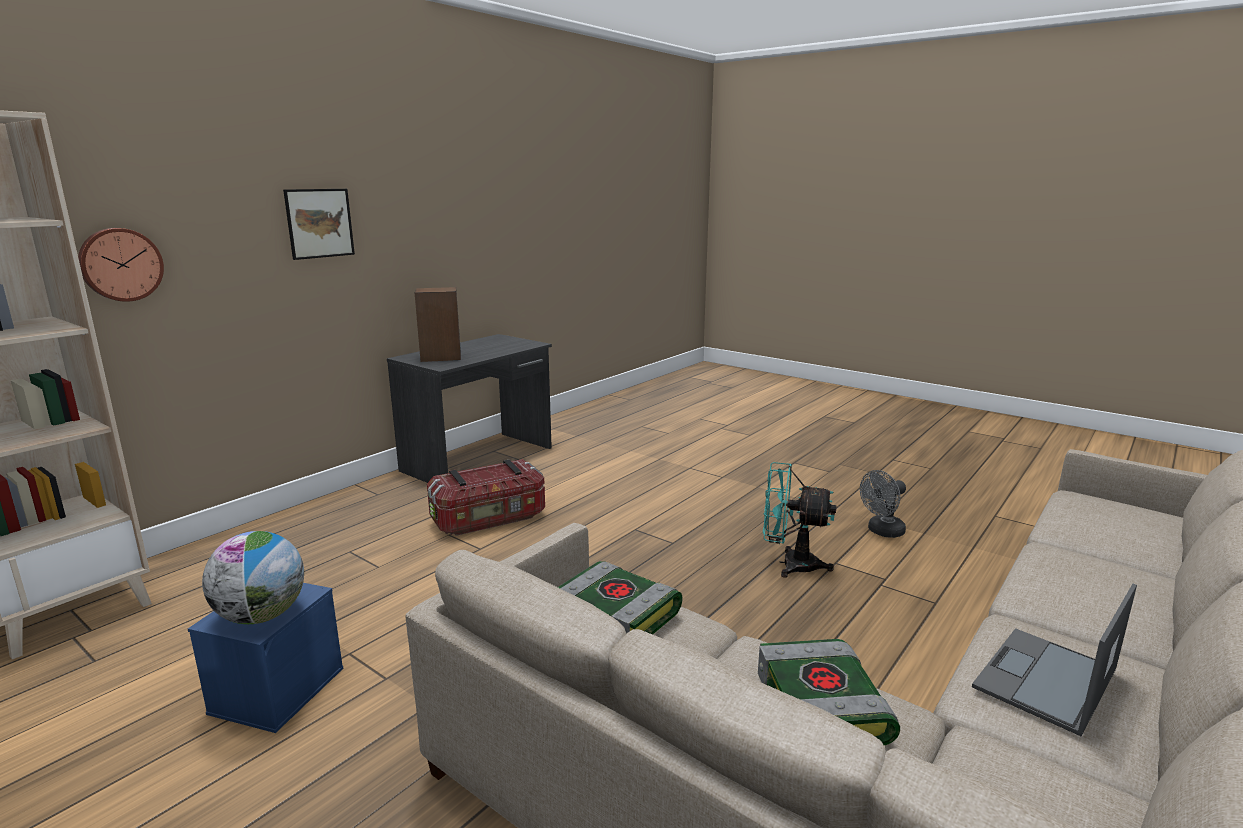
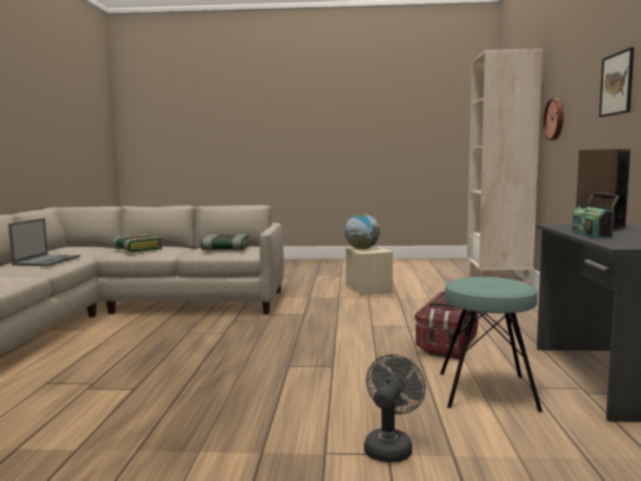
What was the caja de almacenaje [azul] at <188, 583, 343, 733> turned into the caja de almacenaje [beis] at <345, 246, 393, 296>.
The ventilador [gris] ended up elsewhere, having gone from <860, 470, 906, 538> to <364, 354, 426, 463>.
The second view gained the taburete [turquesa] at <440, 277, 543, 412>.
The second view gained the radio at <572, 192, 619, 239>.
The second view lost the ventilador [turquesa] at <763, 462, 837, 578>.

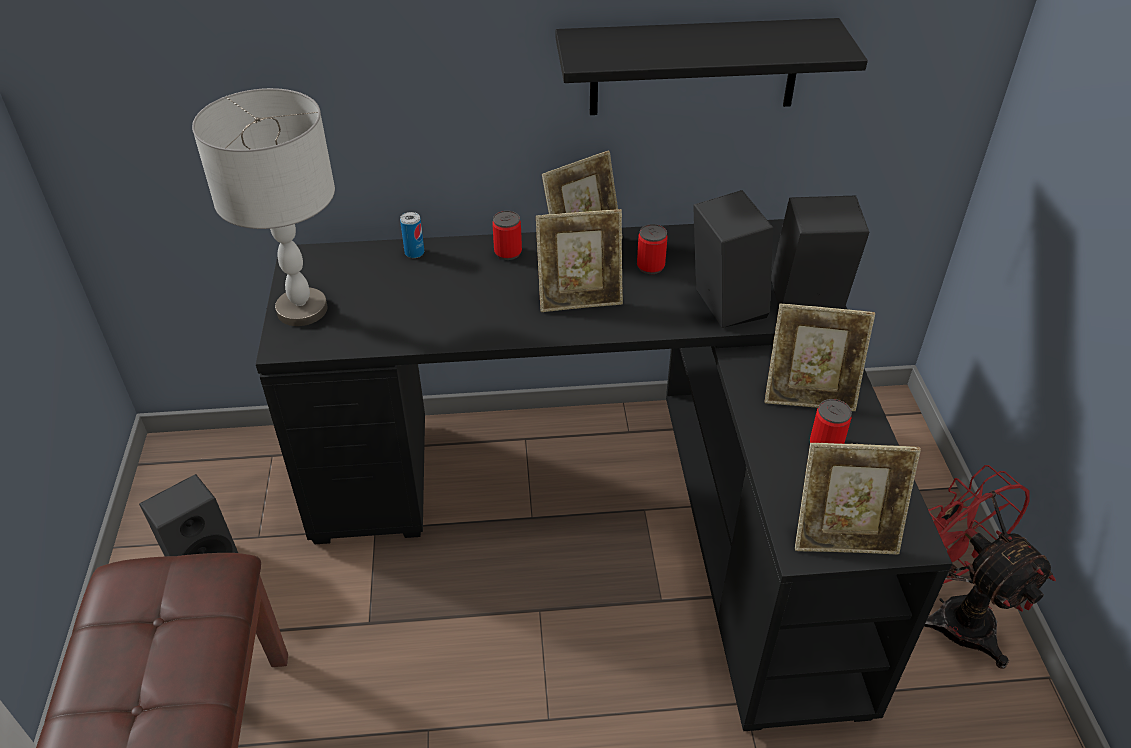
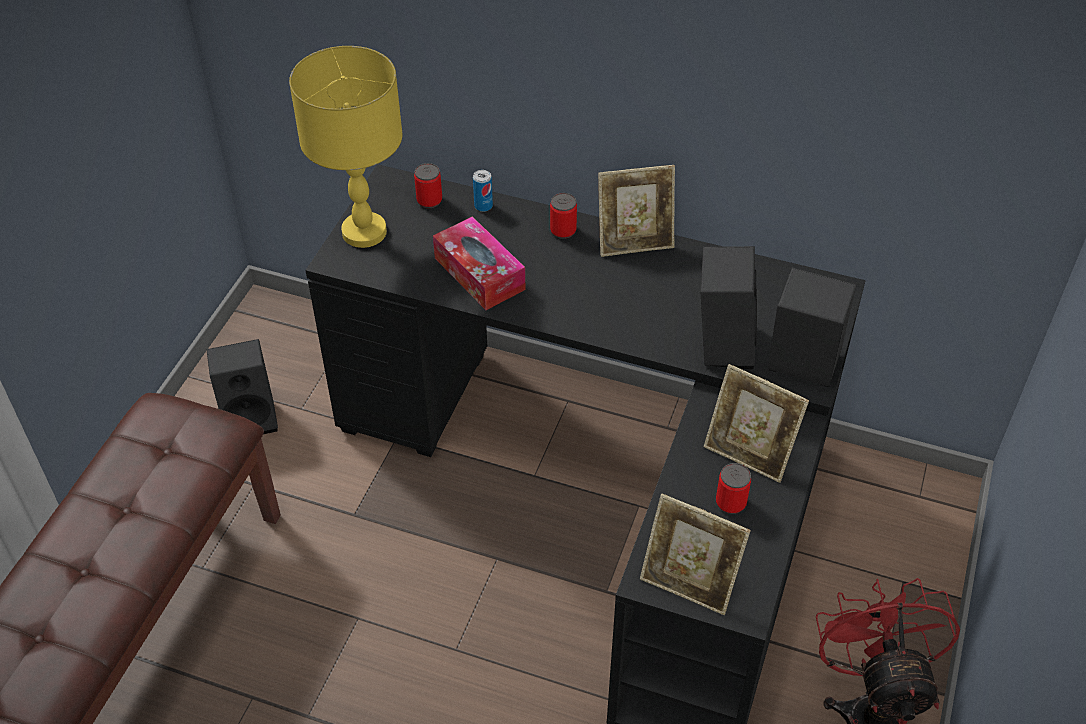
What was the lámpara de mesa [gris] at <192, 88, 335, 326> turned into the lámpara de mesa [amarillo] at <289, 46, 403, 248>.
The lata ended up elsewhere, having gone from <637, 224, 668, 274> to <414, 163, 442, 208>.
The second view gained the caja de pañuelos at <433, 216, 525, 310>.
The second view lost the portarretratos at <536, 209, 623, 312>.
The second view lost the estante [negro] at <556, 18, 868, 115>.

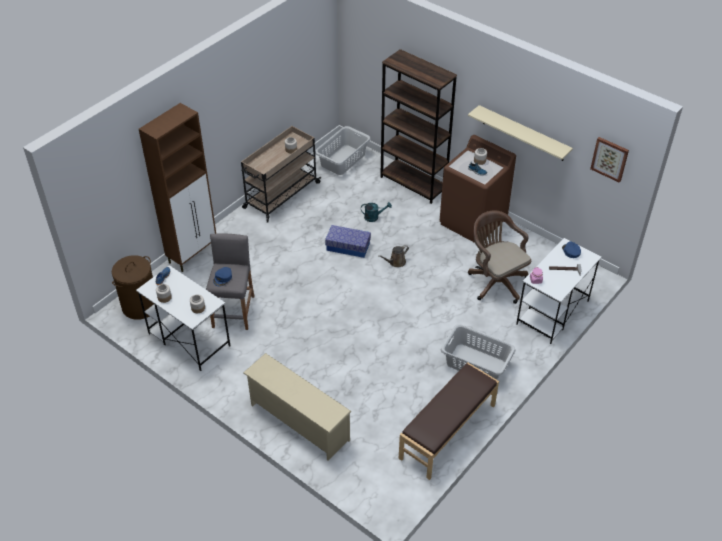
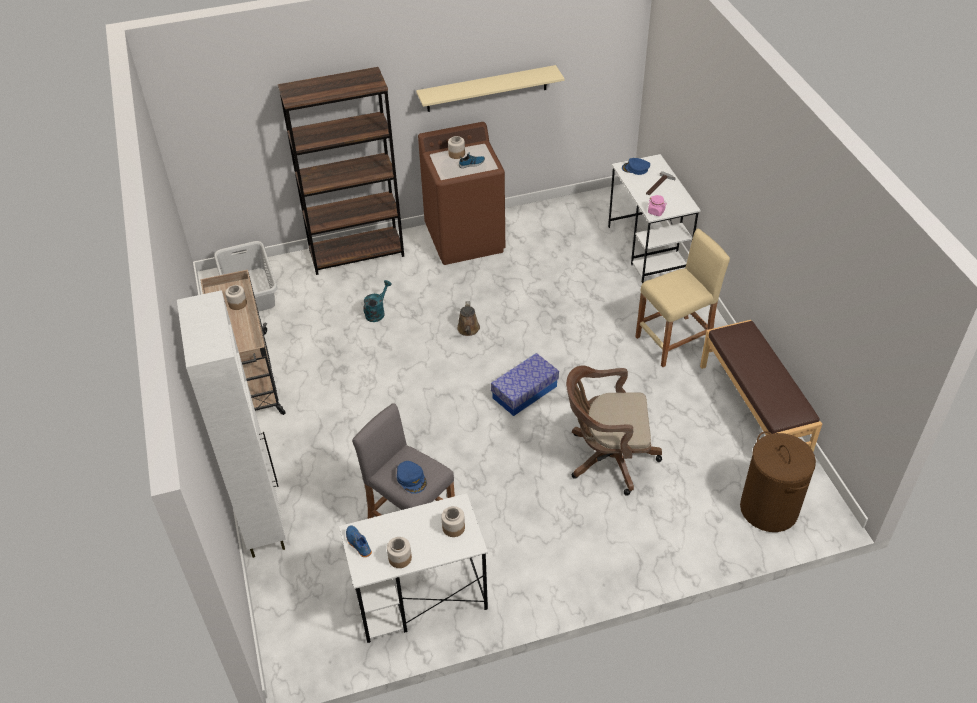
What was the armario [marrón] at <139, 103, 216, 272> turned into the armario [blanco] at <177, 290, 286, 558>.
The caja de almacenaje ended up elsewhere, having gone from <325, 225, 371, 258> to <491, 353, 559, 416>.
The silla de oficina [marrón] ended up elsewhere, having gone from <468, 210, 531, 304> to <566, 365, 662, 496>.
Where the cesto de la ropa [gris] stood at <441, 324, 515, 380>, the taburete [beis] came to stand at <635, 228, 730, 367>.
The cesto de la ropa [marrón] ended up elsewhere, having gone from <112, 255, 154, 320> to <740, 431, 816, 532>.
The second view lost the zapatero [beis] at <243, 353, 352, 461>.
The second view lost the cuadro at <590, 137, 629, 183>.

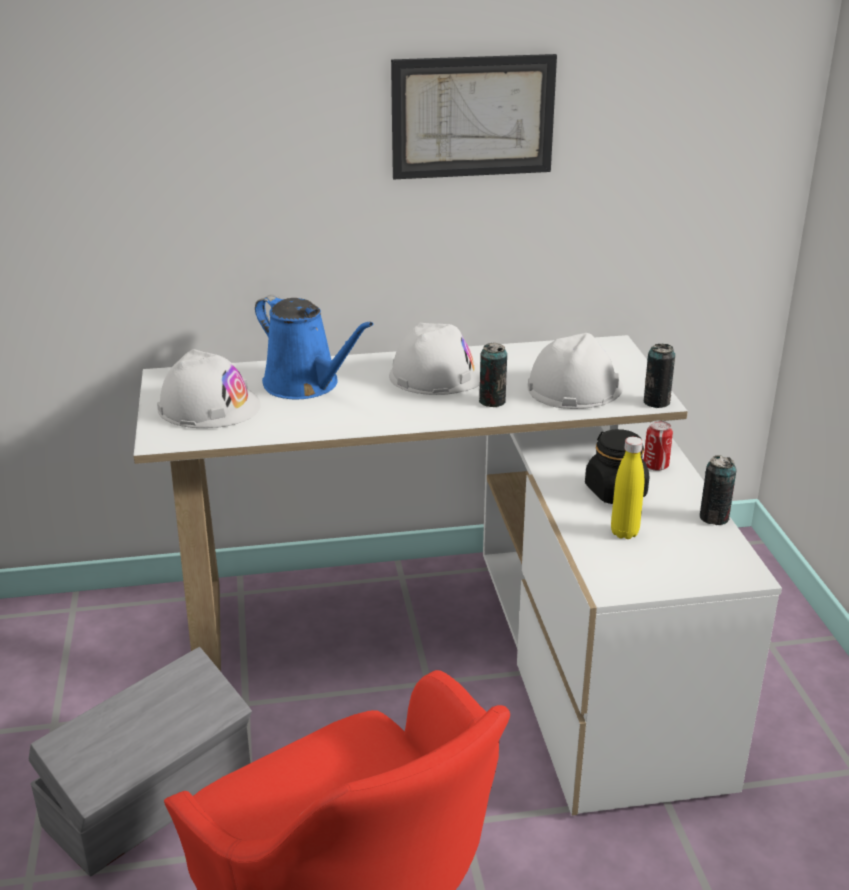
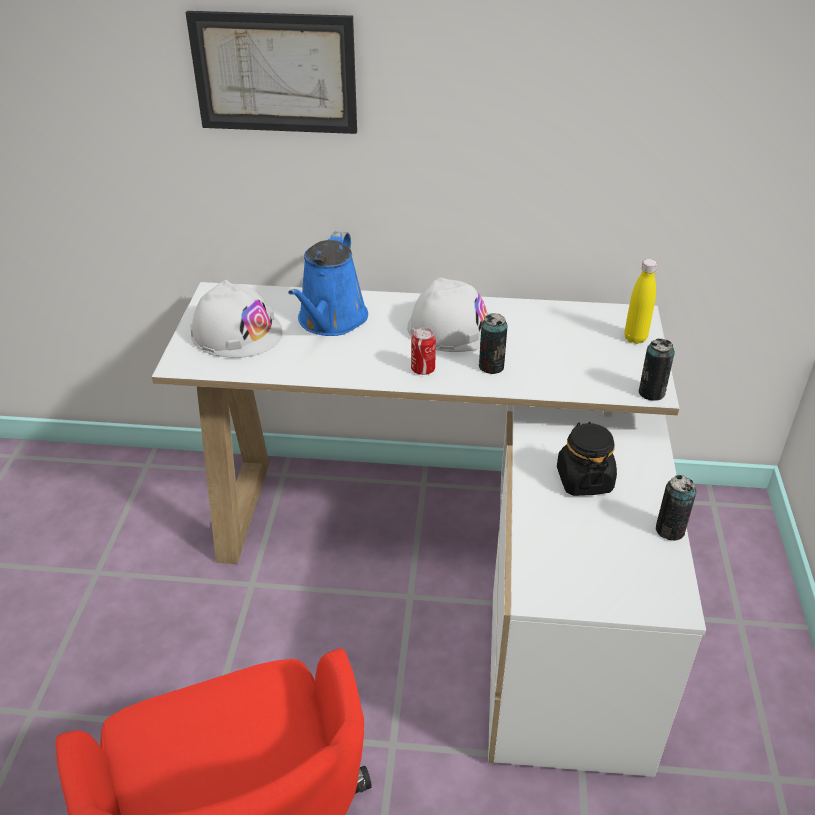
The cuadro ended up elsewhere, having gone from <391, 54, 557, 179> to <186, 11, 357, 134>.
The regadera [azul] at <255, 295, 373, 399> ended up facing another way, 45 degrees clockwise from before.
The lata ended up elsewhere, having gone from <644, 420, 673, 471> to <411, 328, 436, 375>.
The botella [amarillo] ended up elsewhere, having gone from <611, 437, 644, 539> to <624, 259, 657, 344>.
The second view lost the caja de almacenaje [gris] at <29, 647, 252, 876>.
The second view lost the casco [blanco] at <527, 333, 623, 409>.

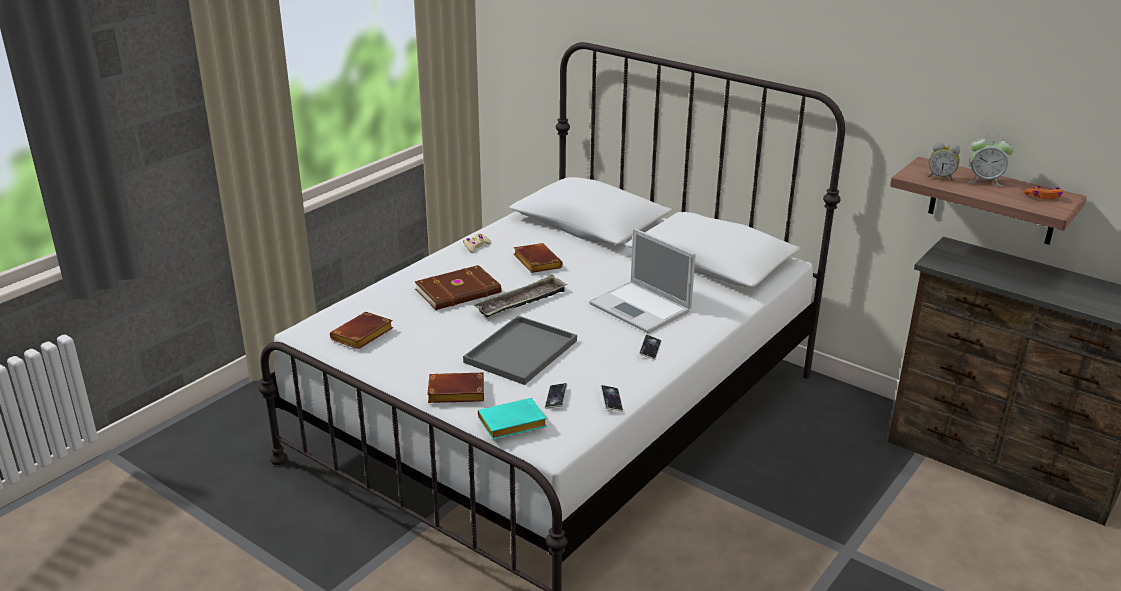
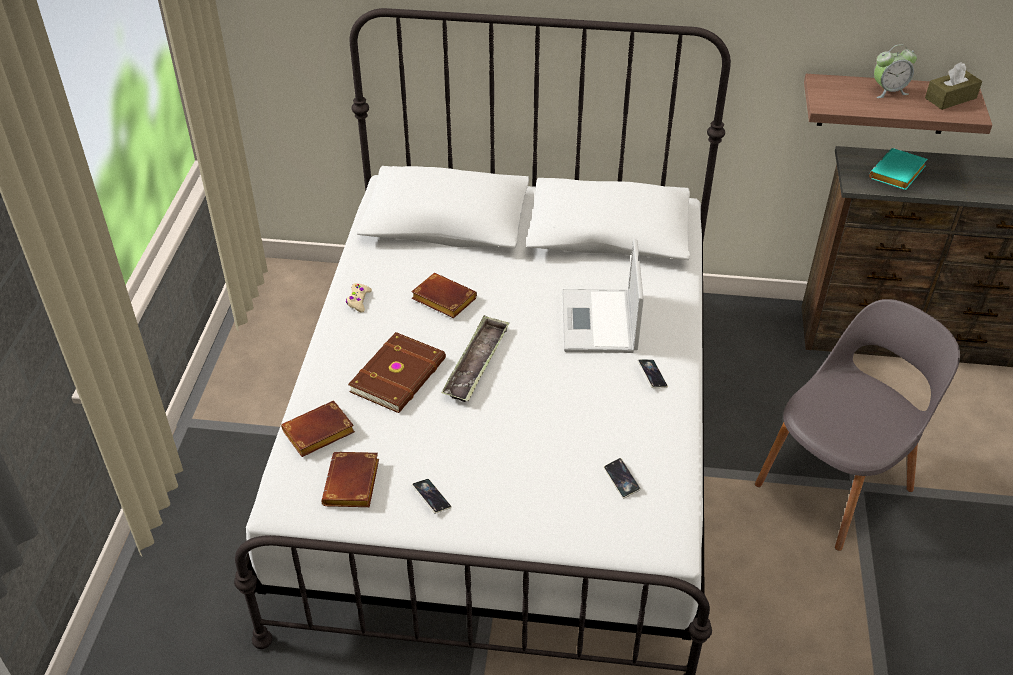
The libro [marrón] ended up elsewhere, having gone from <427, 373, 484, 403> to <281, 401, 355, 457>.
The móvil ended up elsewhere, having gone from <601, 385, 623, 411> to <412, 479, 452, 514>.
The portátil at <589, 228, 696, 334> ended up facing another way, 75 degrees clockwise from before.
The second view gained the silla [gris] at <755, 299, 960, 551>.
The libro [turquesa] ended up elsewhere, having gone from <478, 398, 547, 440> to <869, 148, 927, 190>.
Where the mando de consola [naranja] stood at <1024, 186, 1063, 200>, the caja de pañuelos [marrón] came to stand at <925, 62, 982, 110>.
The second view lost the bandeja [gris] at <463, 316, 577, 385>.
The second view lost the despertador at <928, 142, 960, 181>.

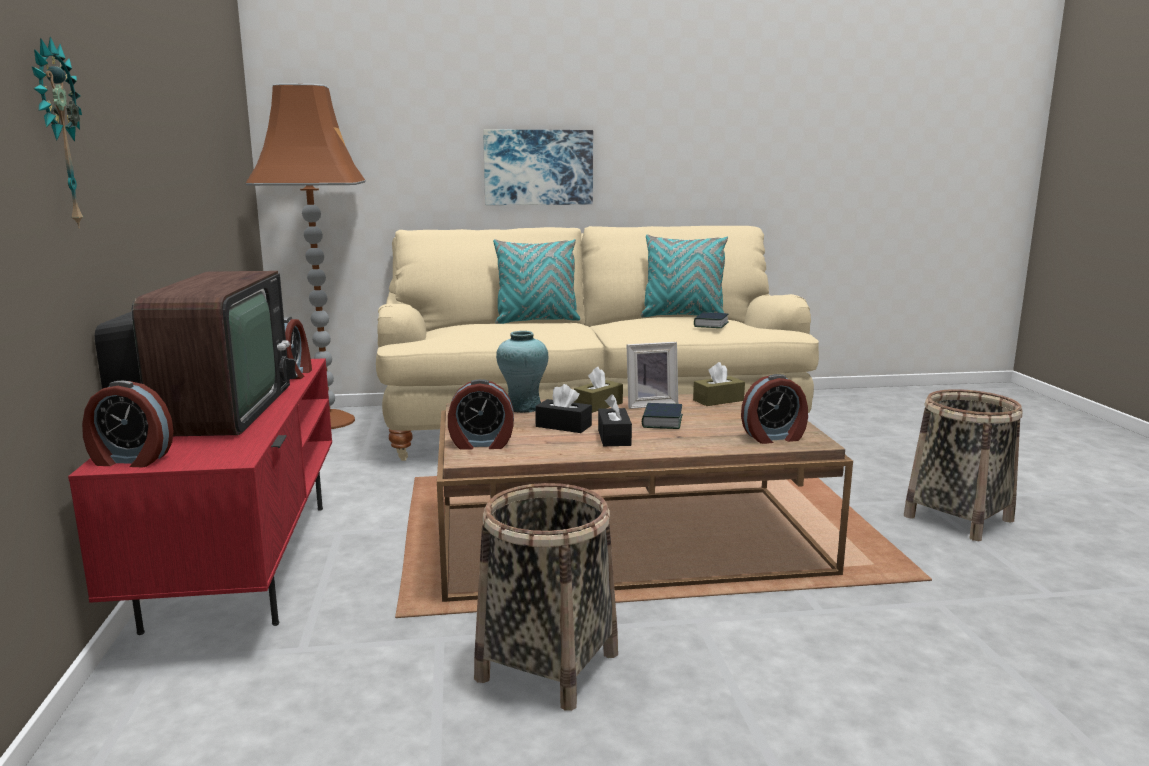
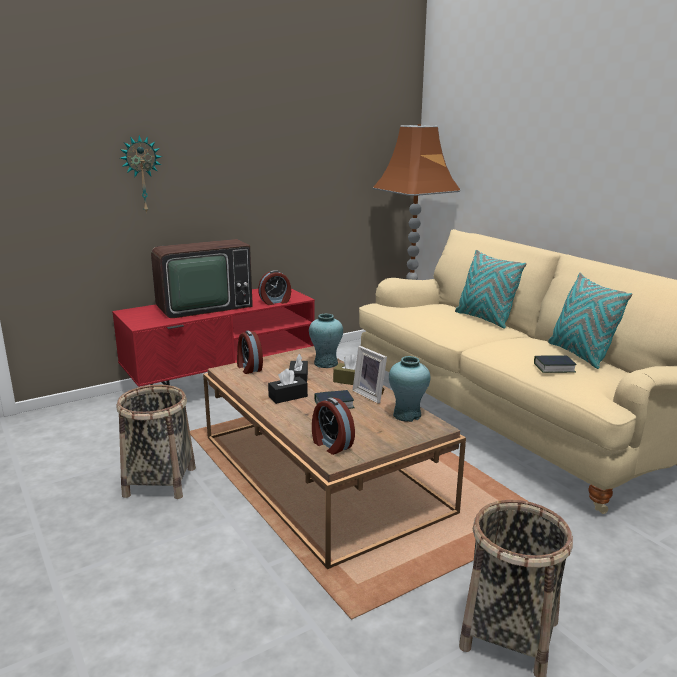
Where the caja de pañuelos [marrón] stood at <693, 362, 745, 406>, the florero [turquesa] came to stand at <389, 356, 430, 422>.
The second view lost the despertador at <82, 380, 174, 467>.
The second view lost the cuadro at <483, 130, 593, 205>.

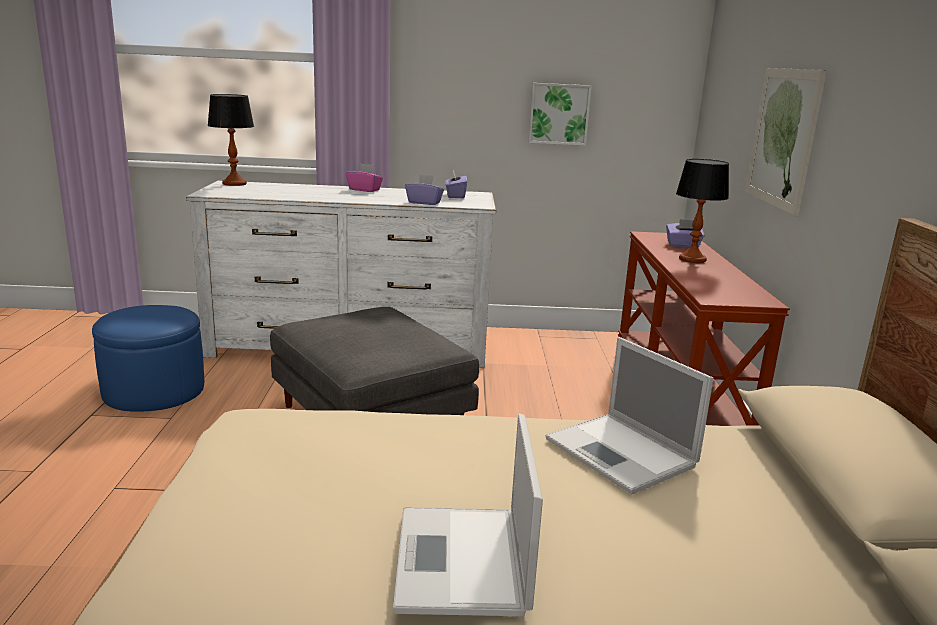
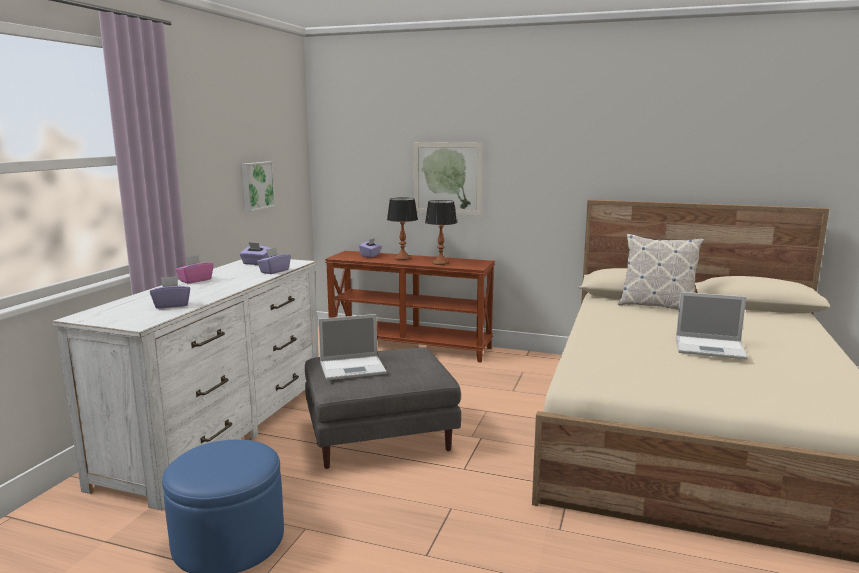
The second view gained the caja de pañuelos [morado] at <150, 276, 190, 309>.
The portátil ended up elsewhere, having gone from <546, 337, 714, 494> to <318, 314, 387, 380>.
The lámpara de mesa ended up elsewhere, having gone from <207, 94, 254, 186> to <425, 200, 457, 265>.
The second view gained the cojín at <617, 234, 704, 310>.

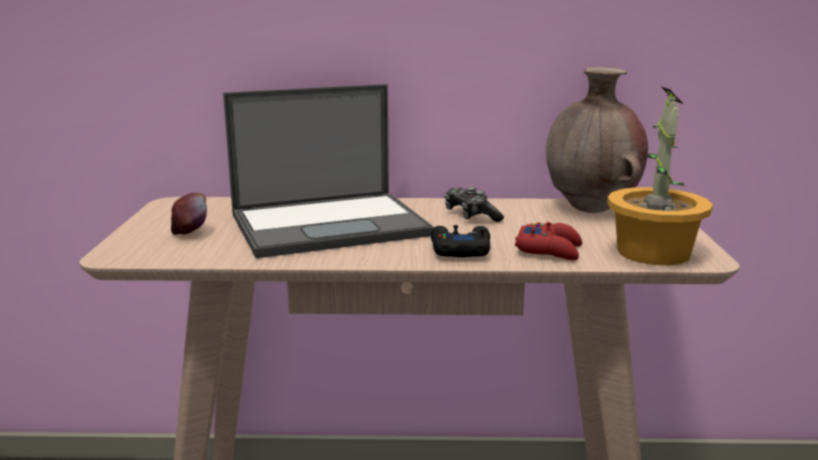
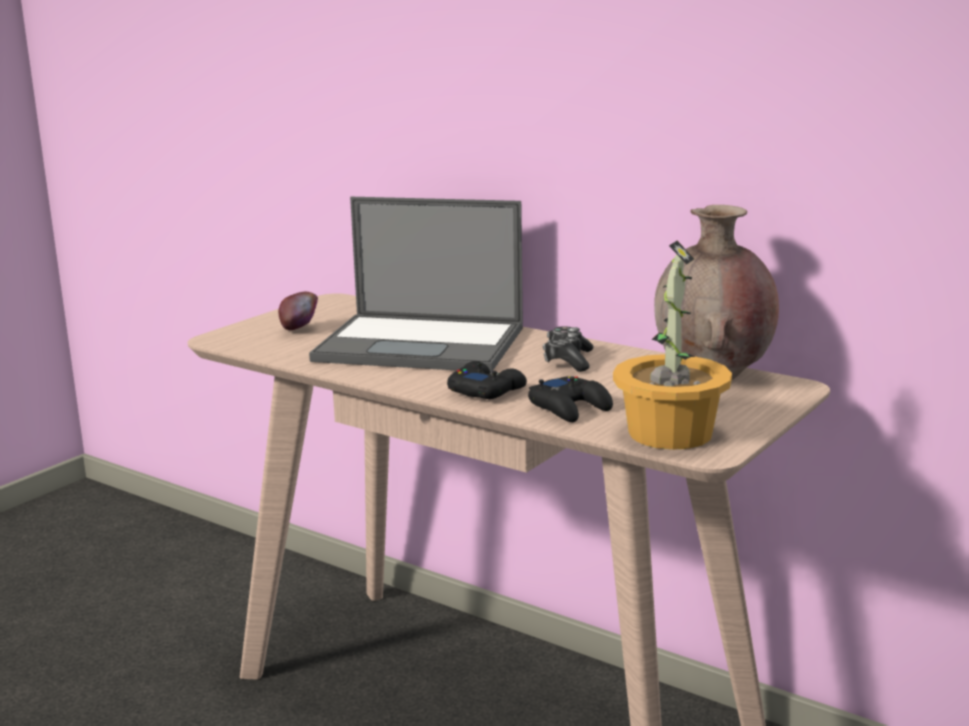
What was the mando de consola [rojo] at <515, 222, 582, 260> turned into the mando de consola [negro] at <528, 376, 613, 422>.

